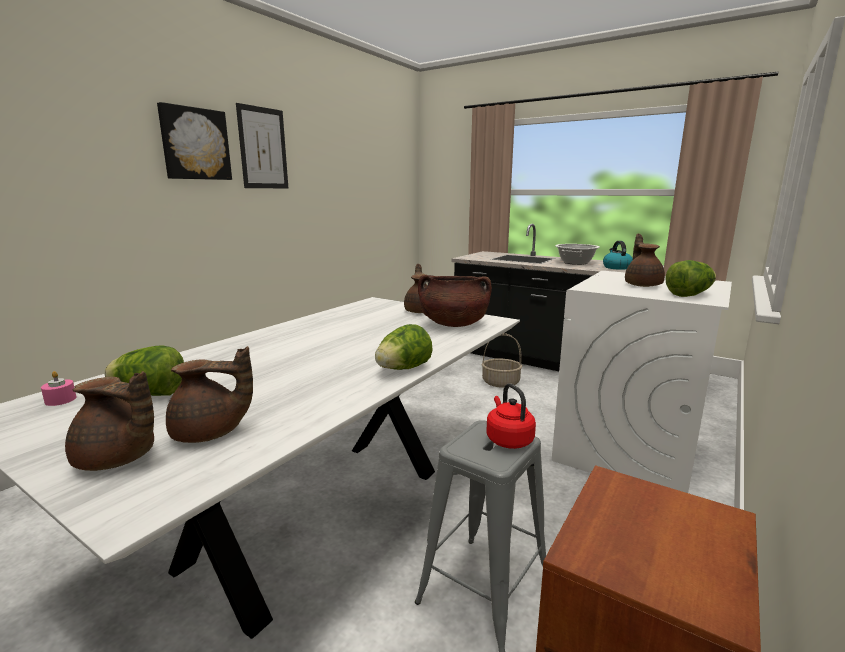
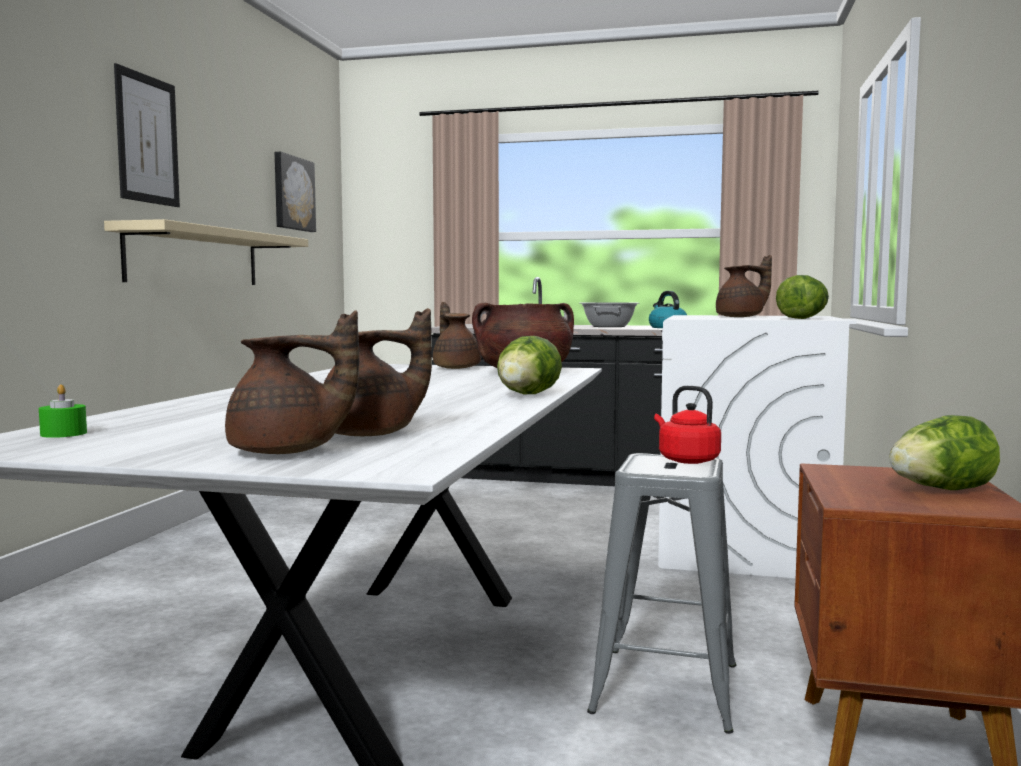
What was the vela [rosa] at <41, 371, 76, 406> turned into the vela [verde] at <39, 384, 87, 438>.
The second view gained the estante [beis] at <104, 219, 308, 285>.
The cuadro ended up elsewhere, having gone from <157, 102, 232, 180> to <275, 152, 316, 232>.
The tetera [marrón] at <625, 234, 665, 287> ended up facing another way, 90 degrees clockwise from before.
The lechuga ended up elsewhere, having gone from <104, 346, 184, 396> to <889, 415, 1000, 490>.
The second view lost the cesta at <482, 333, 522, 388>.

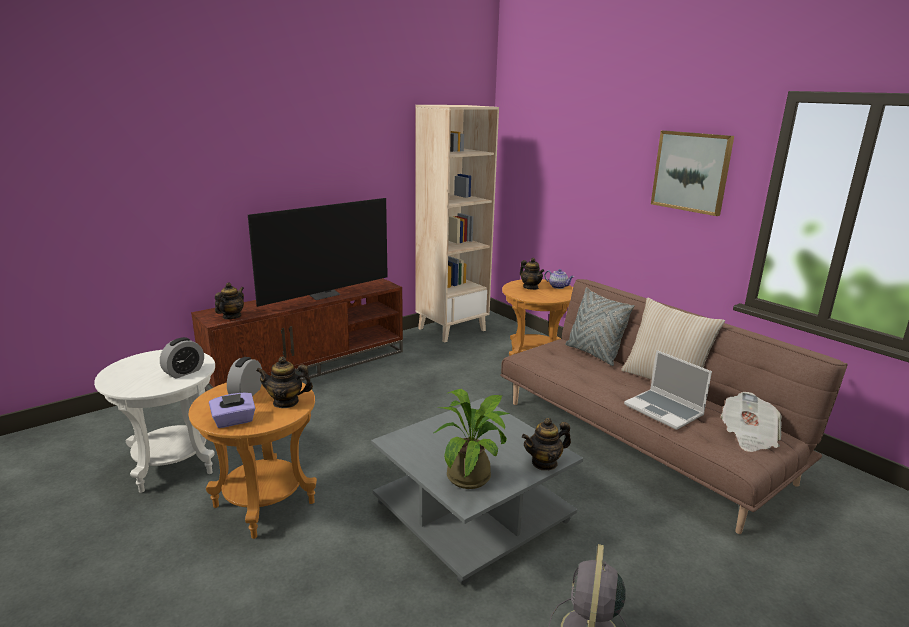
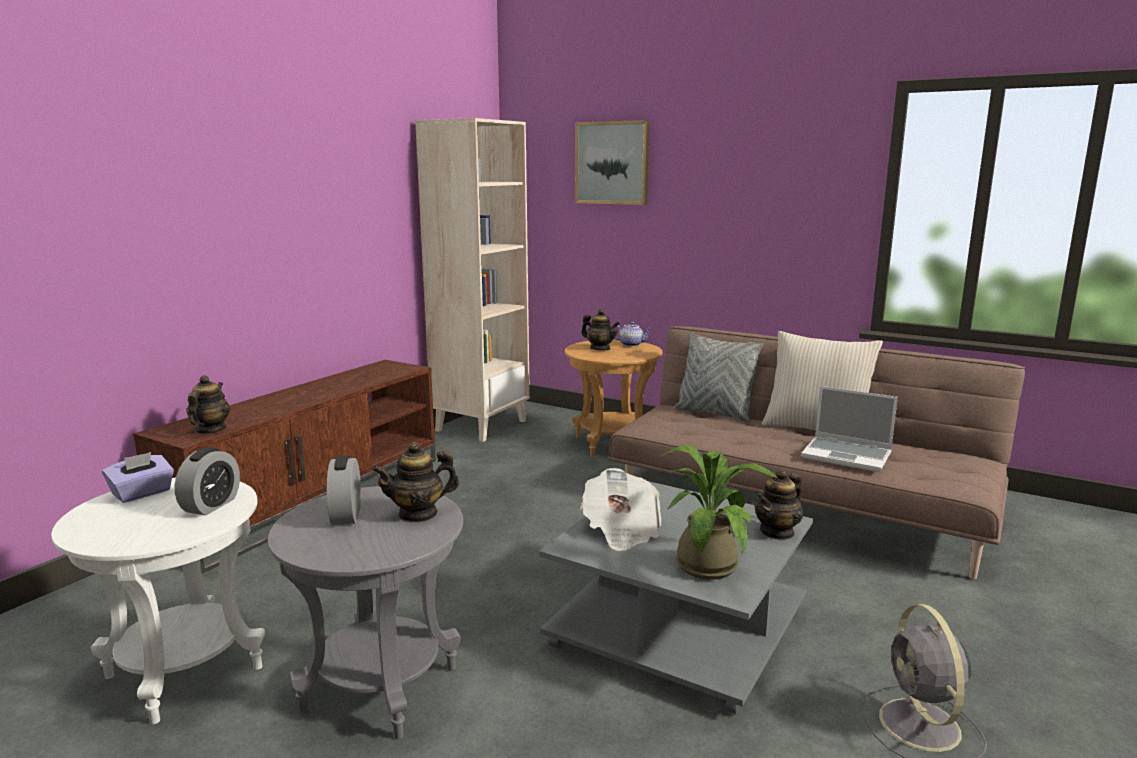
The caja de pañuelos [morado] ended up elsewhere, having gone from <209, 393, 256, 428> to <102, 452, 174, 503>.
What was the mesa auxiliar [marrón] at <188, 383, 317, 539> turned into the mesa auxiliar [gris] at <268, 486, 463, 739>.
The cuadro ended up elsewhere, having gone from <651, 130, 734, 216> to <575, 120, 649, 205>.
The periódico ended up elsewhere, having gone from <721, 392, 782, 452> to <581, 468, 661, 551>.
The second view lost the televisor at <248, 198, 388, 307>.

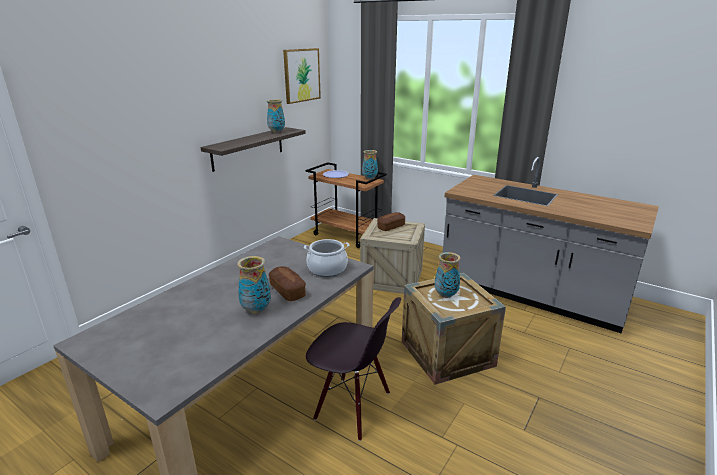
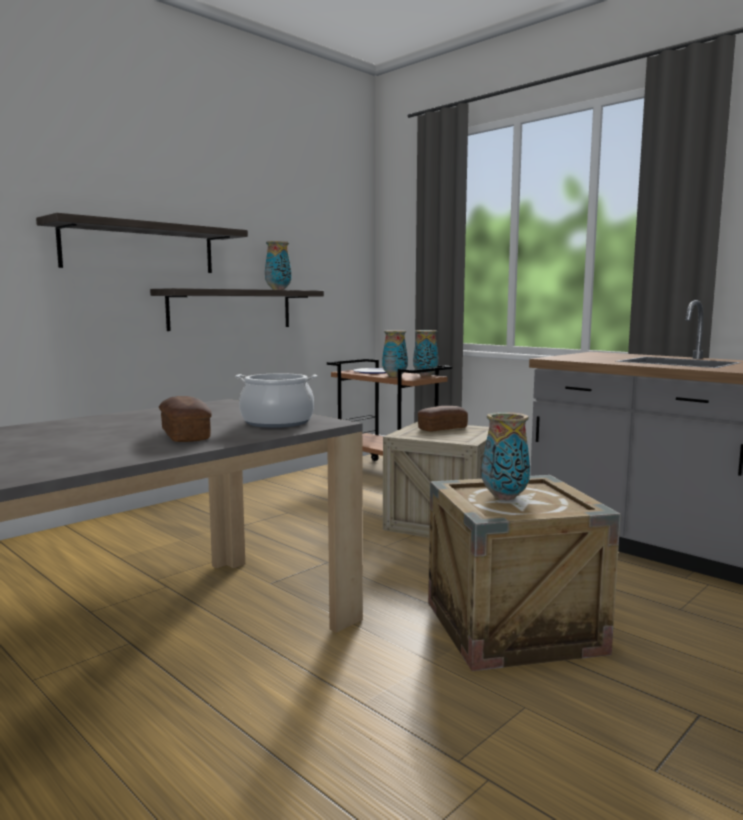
The second view gained the estante at <36, 213, 248, 273>.
The florero ended up elsewhere, having gone from <237, 256, 271, 314> to <382, 330, 408, 377>.
The second view lost the cuadro at <283, 48, 321, 104>.
The second view lost the silla [negro] at <306, 297, 401, 441>.

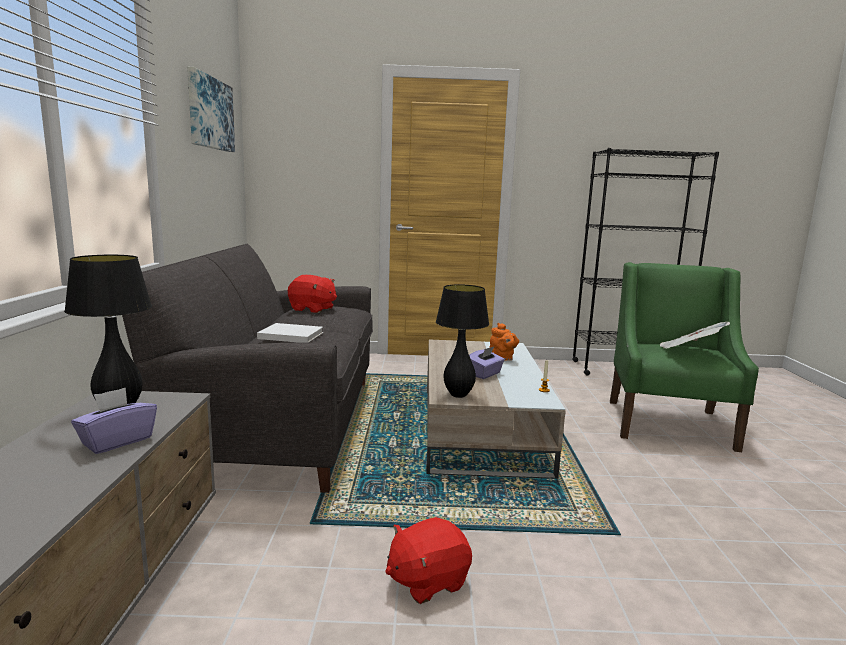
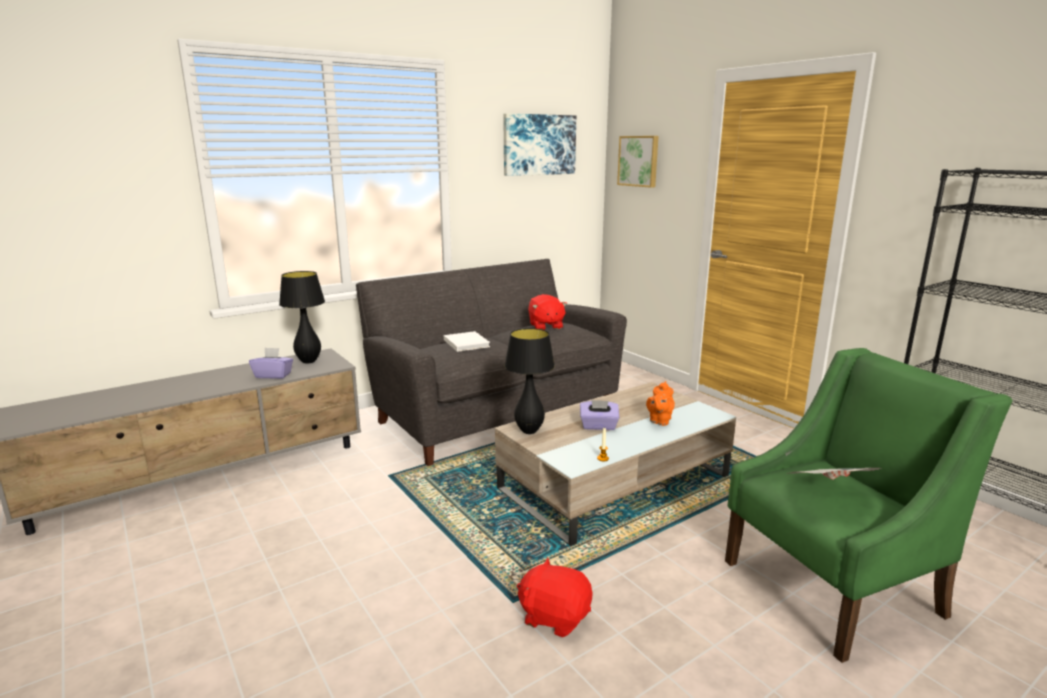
The peluche [rojo] ended up elsewhere, having gone from <385, 517, 472, 604> to <517, 558, 592, 637>.
The second view gained the cuadro at <617, 136, 659, 188>.

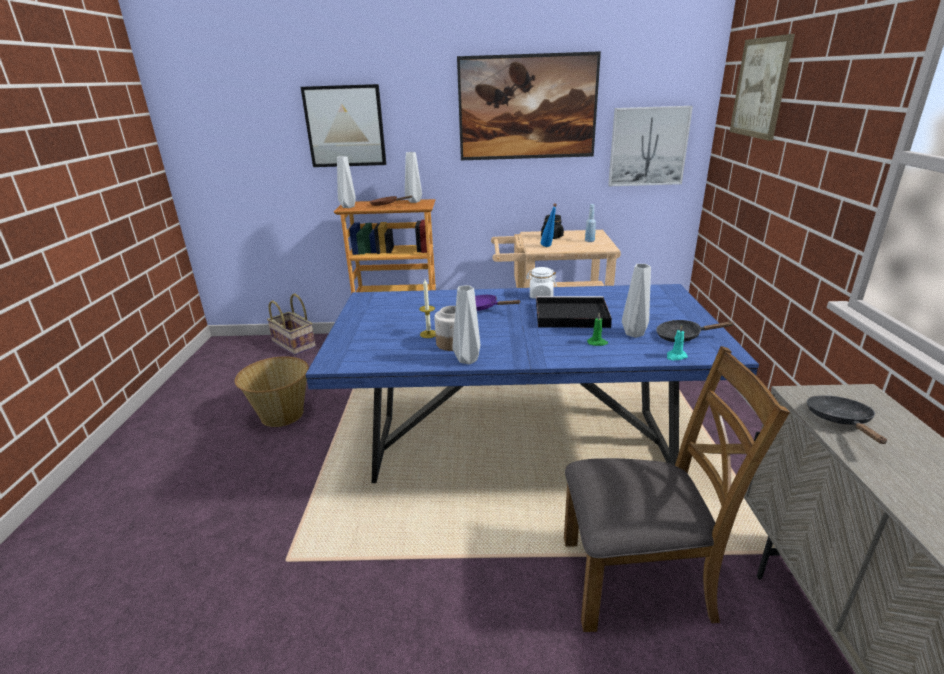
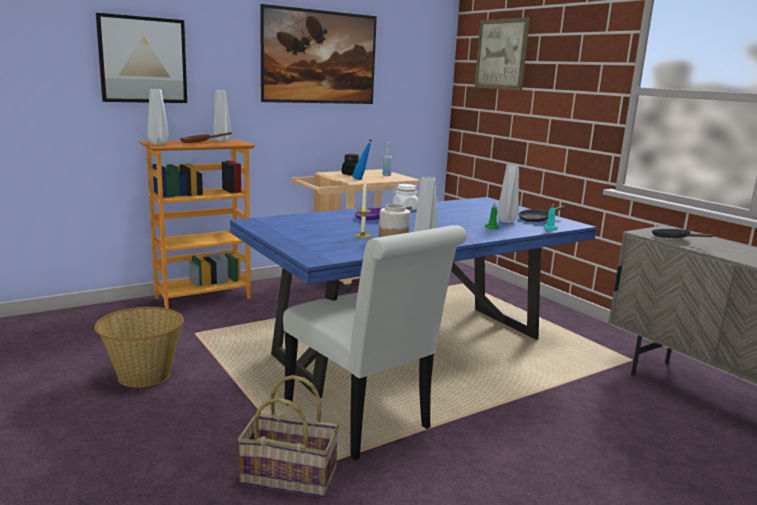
The cesta ended up elsewhere, having gone from <267, 293, 316, 355> to <237, 375, 339, 498>.
The second view gained the silla [blanco] at <283, 225, 467, 460>.
The second view lost the bandeja [negro] at <536, 296, 612, 328>.
The second view lost the silla [marrón] at <564, 346, 790, 632>.
The second view lost the cuadro at <608, 106, 693, 186>.

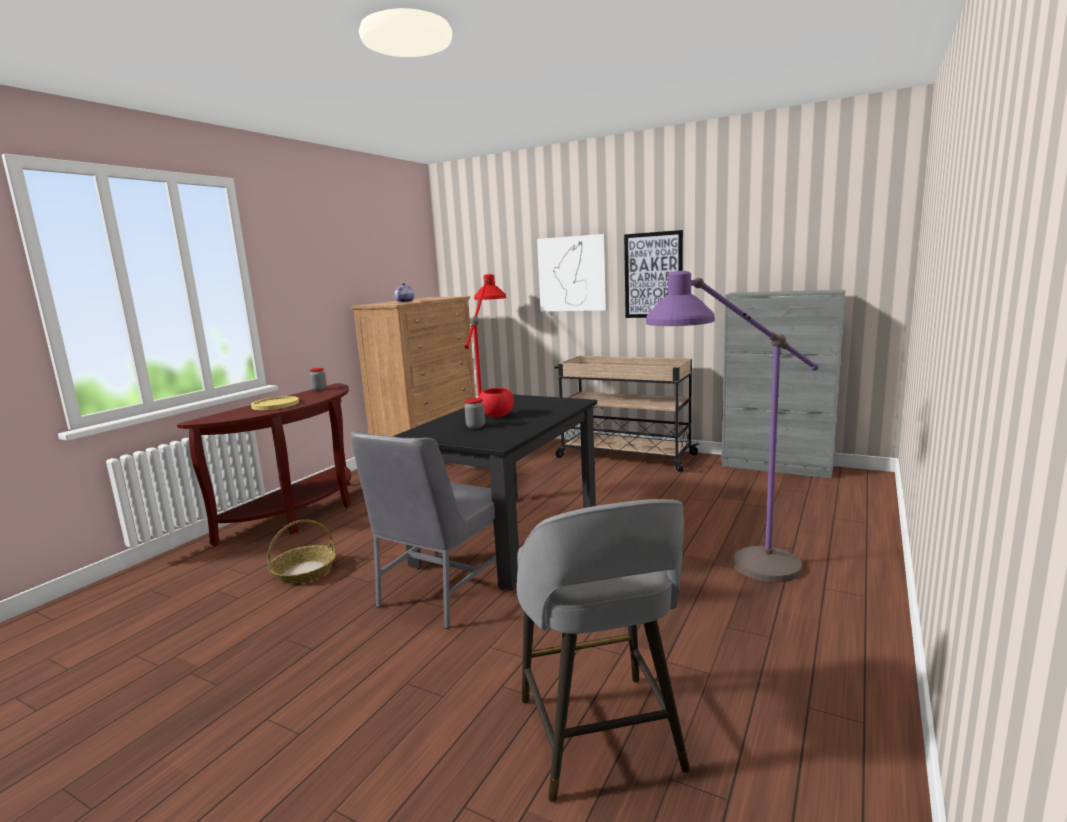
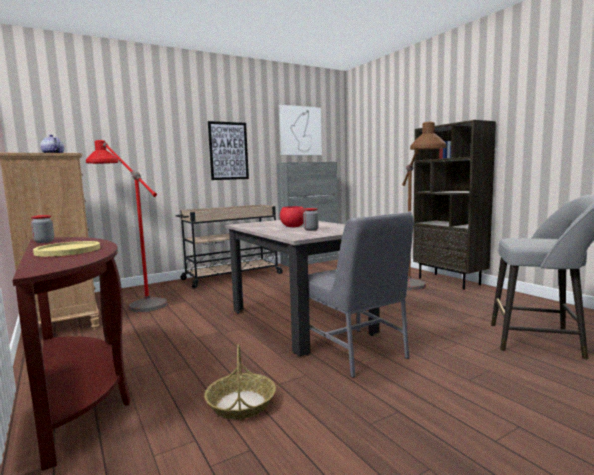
What was the mesa de comedor [negro] at <394, 394, 597, 591> turned into the mesa de comedor [beis] at <225, 220, 379, 357>.
The cuadro ended up elsewhere, having gone from <537, 234, 607, 311> to <279, 105, 322, 155>.
What was the lámpara de pie [morado] at <646, 271, 819, 582> turned into the lámpara de pie [marrón] at <402, 121, 446, 290>.
The second view gained the estantería [marrón] at <413, 120, 496, 290>.

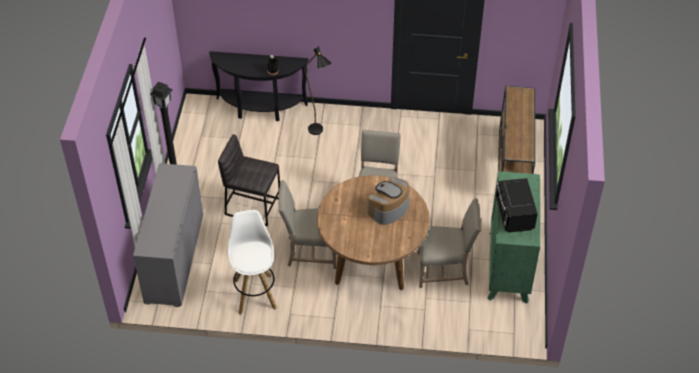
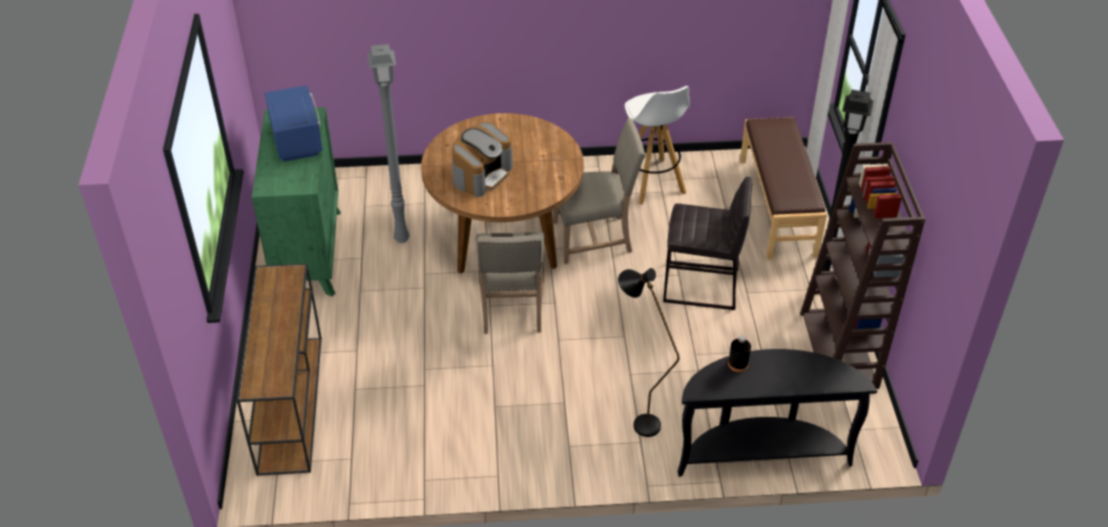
What was the microondas [negro] at <496, 178, 538, 232> turned into the microondas [azul] at <265, 85, 323, 162>.
Where the silla [beis] stood at <418, 198, 481, 288>, the lámpara de pie [gris] came to stand at <368, 44, 410, 243>.
Where the armario [gris] stood at <133, 163, 203, 307>, the banco [marrón] came to stand at <740, 117, 827, 260>.
The second view gained the estantería [marrón] at <800, 142, 925, 389>.

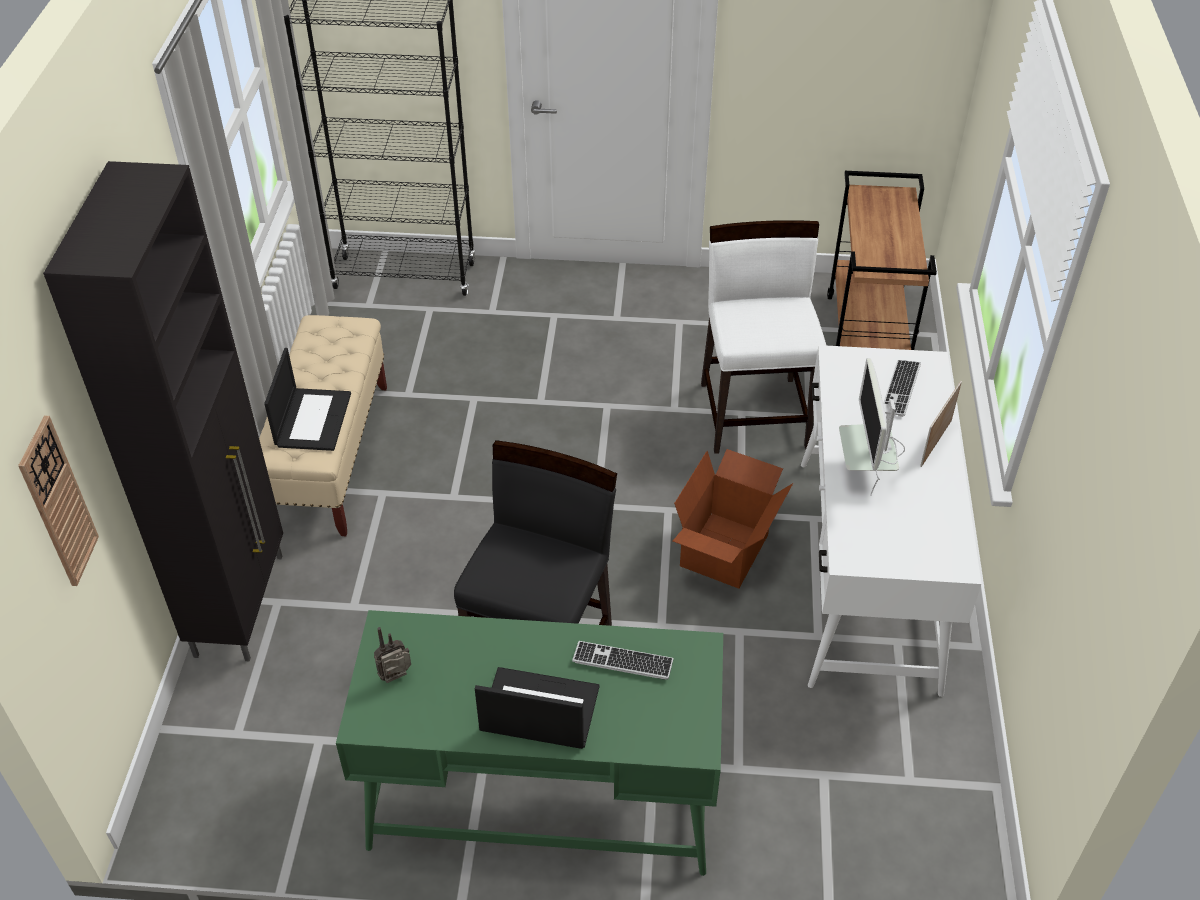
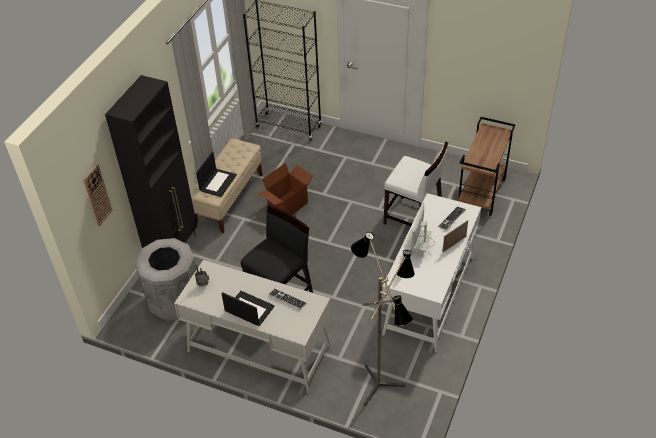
The second view gained the papelera [gris] at <135, 238, 197, 321>.
What was the escritorio [verde] at <336, 610, 723, 876> turned into the escritorio [blanco] at <174, 260, 332, 393>.
The caja de cartón ended up elsewhere, having gone from <673, 449, 793, 589> to <258, 163, 314, 215>.
The second view gained the lámpara de pie at <351, 232, 415, 406>.
The silla [blanco] at <701, 220, 827, 454> ended up facing another way, 105 degrees clockwise from before.

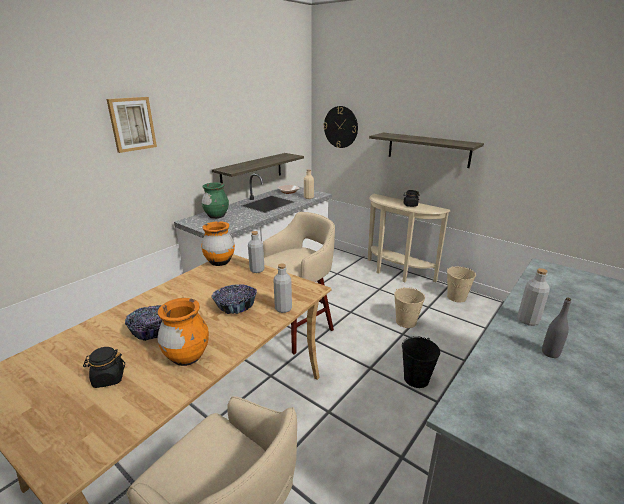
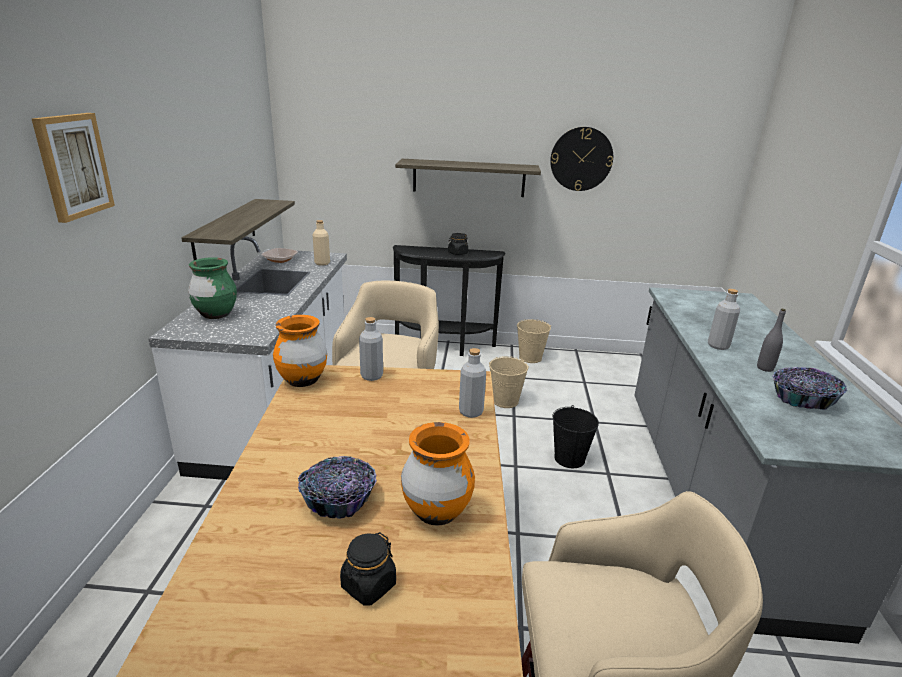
What was the mesa consola [beis] at <368, 193, 450, 282> turned into the mesa consola [negro] at <393, 245, 506, 356>.
The reloj de pared ended up elsewhere, having gone from <323, 106, 358, 148> to <550, 127, 613, 191>.
The cuenco ended up elsewhere, having gone from <211, 284, 257, 314> to <772, 367, 847, 410>.

